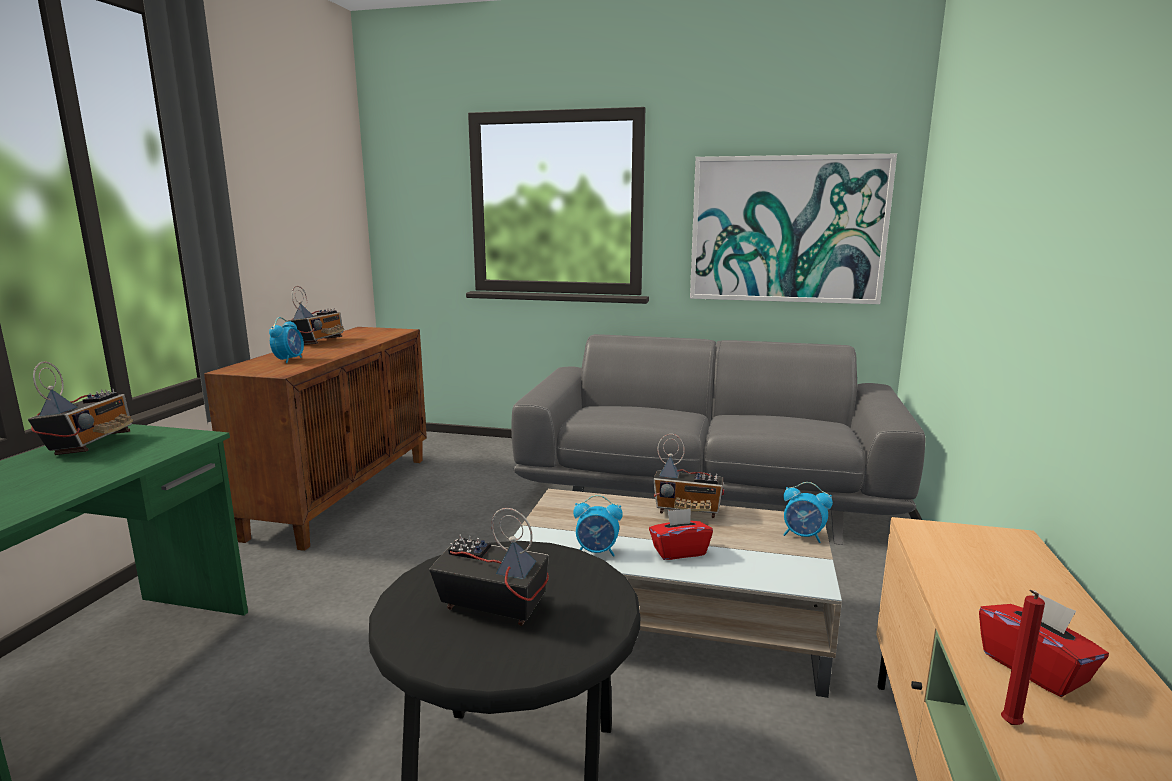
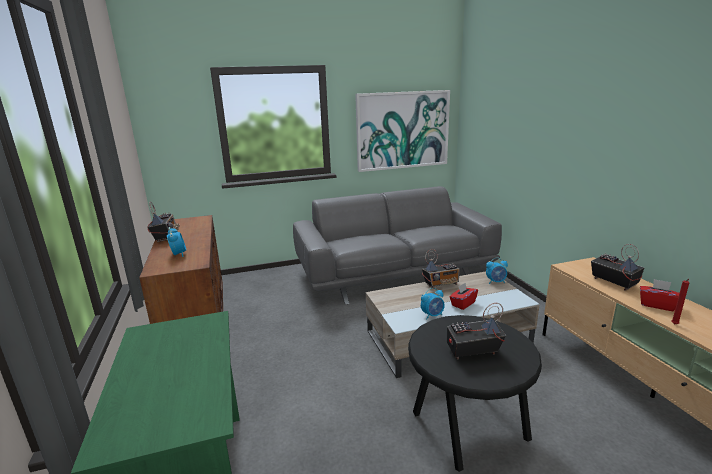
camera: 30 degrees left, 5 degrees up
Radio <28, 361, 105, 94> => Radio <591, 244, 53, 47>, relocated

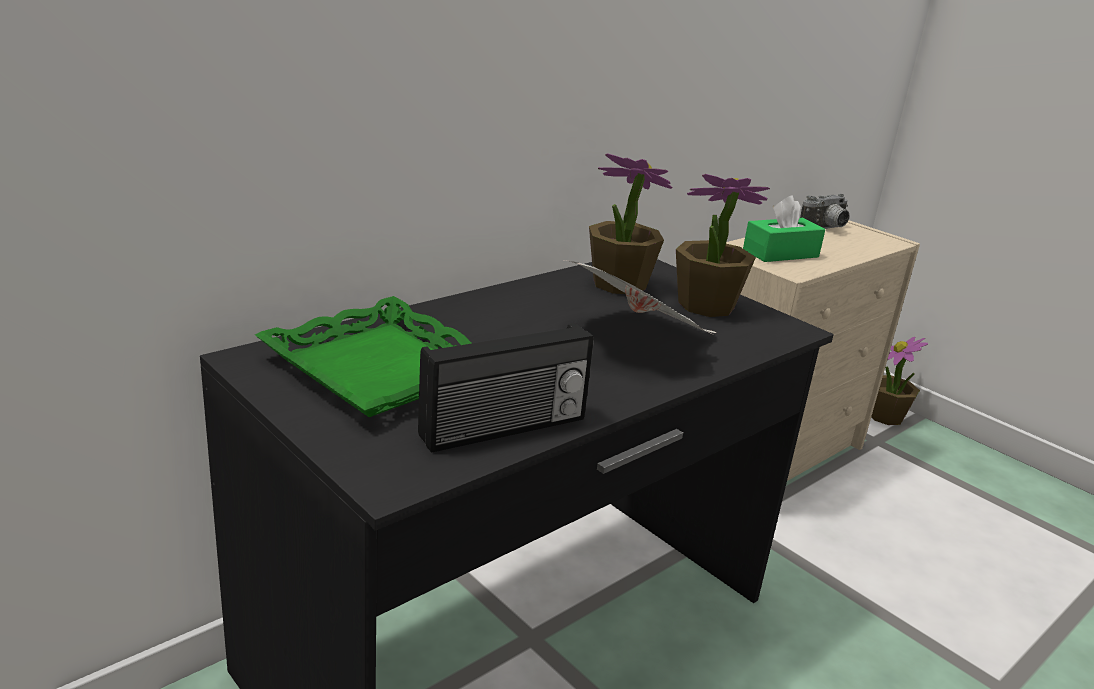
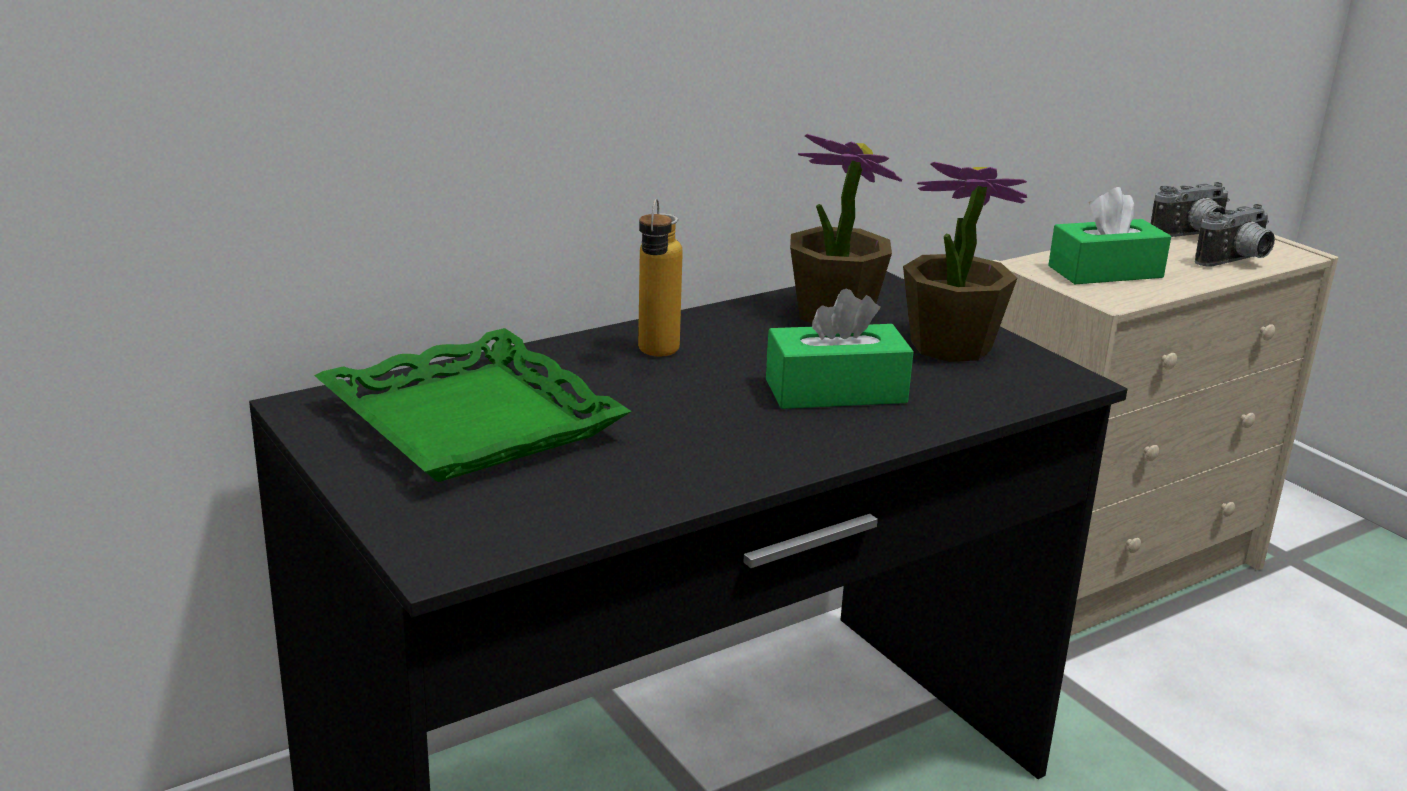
camera: 10 degrees right, 0 degrees up
nothing => Flasche <638, 199, 45, 158>
Zeitung <565, 260, 152, 74> => Taschentuchbox (grün) <766, 289, 148, 120>
nothing => Kamera <1195, 204, 80, 63>
Radio <418, 323, 176, 130> => nothing
Topfpflanze <871, 337, 57, 88> => nothing

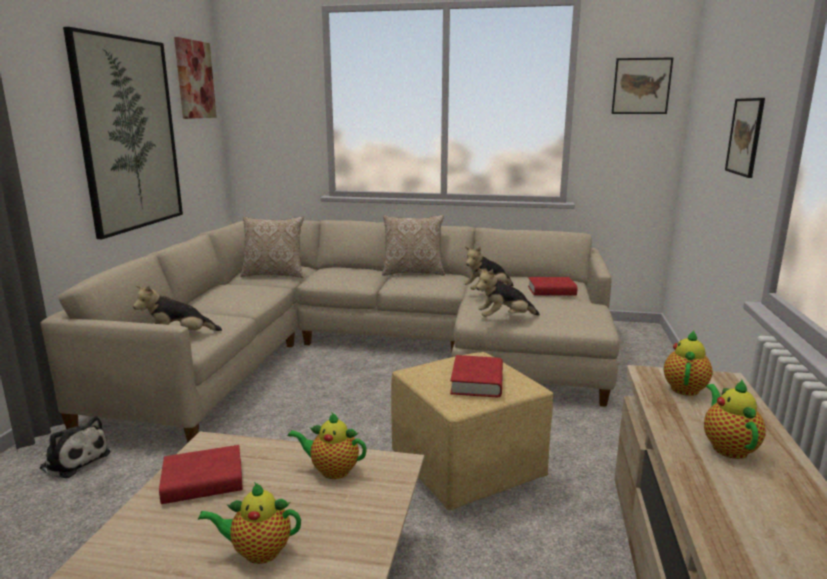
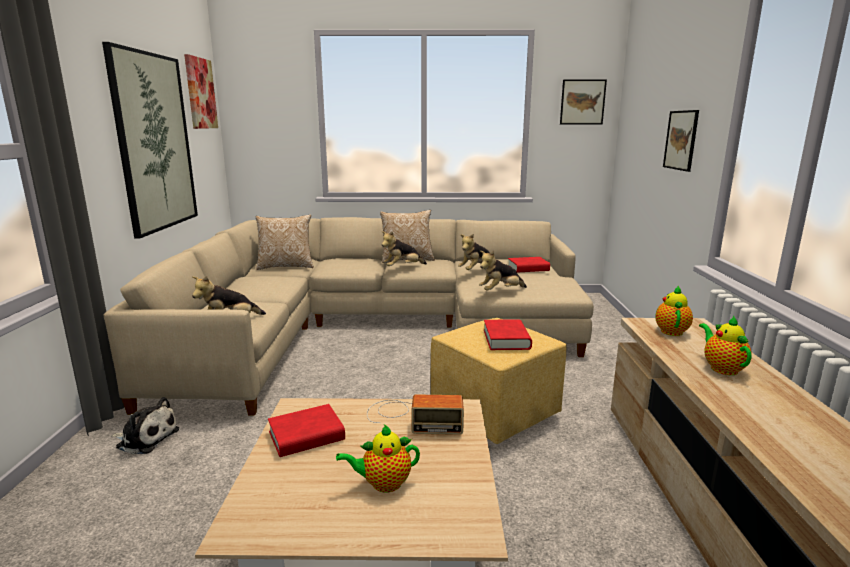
camera: 10 degrees left, 0 degrees up
Teekanne <288, 412, 79, 67> => Radio <367, 394, 97, 41>
nothing => Plüschtier <382, 231, 45, 35>

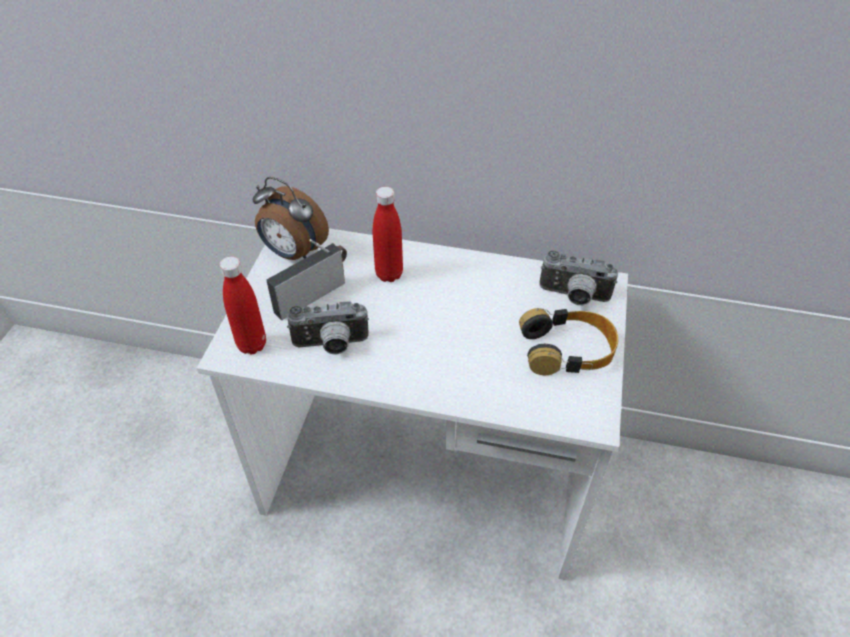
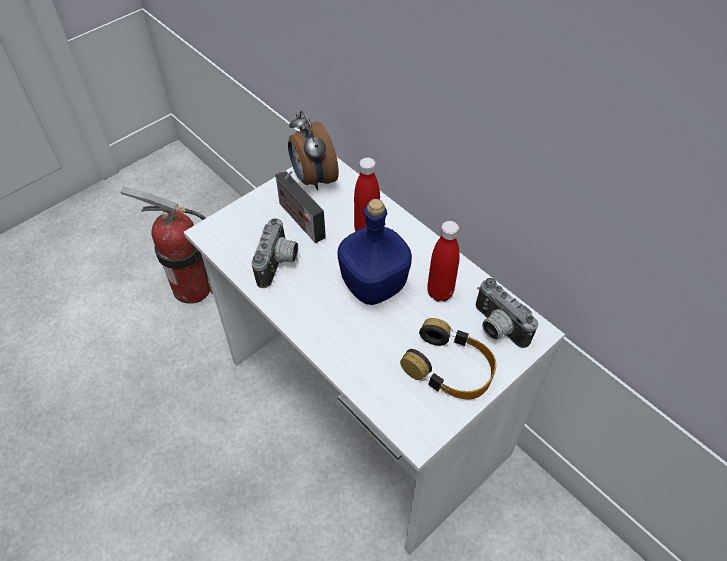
camera: 35 degrees right, 5 degrees up
nothing => Feuerlöscher <120, 187, 93, 117>
Kamera <287, 301, 82, 54> => Kamera <251, 218, 47, 70>, 105 degrees counterclockwise
Radio <266, 239, 81, 81> => Radio <275, 170, 51, 73>, 120 degrees counterclockwise
nothing => Flasche (blau) <337, 199, 75, 106>
Flasche (rot) <220, 256, 46, 98> => Flasche (rot) <427, 221, 33, 80>, relocated

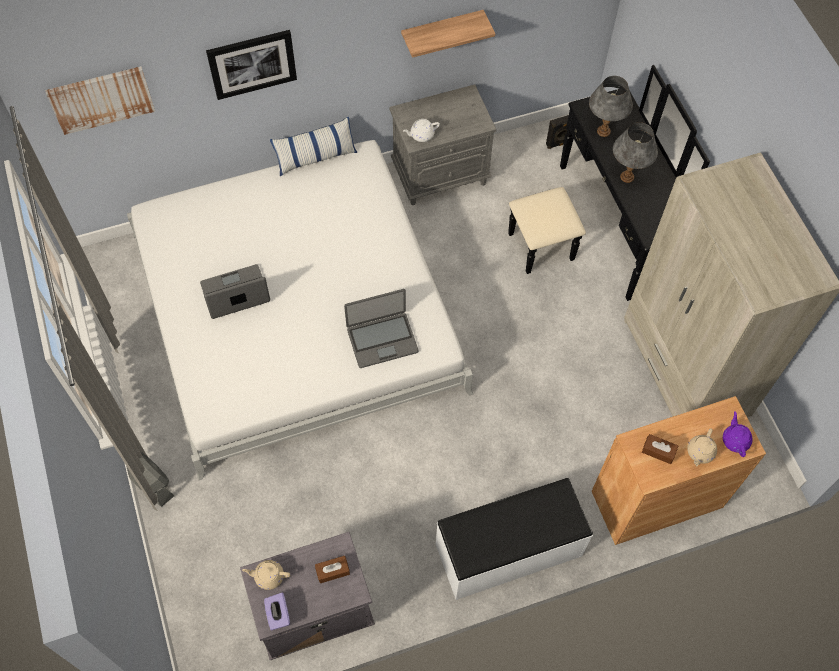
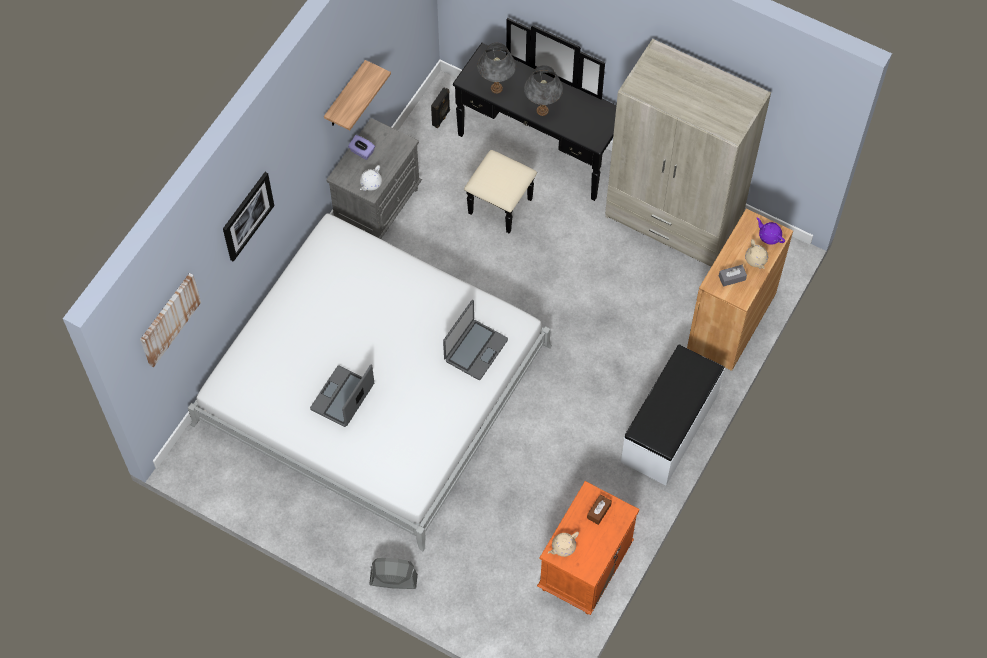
camera: 40 degrees left, 0 degrees up
Taschentuchbox (lila) <264, 593, 26, 37> => Taschentuchbox (lila) <348, 135, 27, 25>, relocated
Nachttisch (grau) <240, 532, 135, 128> => Nachttisch (orange) <537, 481, 102, 134>
Taschentuchbox (braun) <642, 434, 36, 30> => Taschentuchbox (grau) <719, 265, 28, 22>
Kissen <270, 117, 87, 59> => nothing

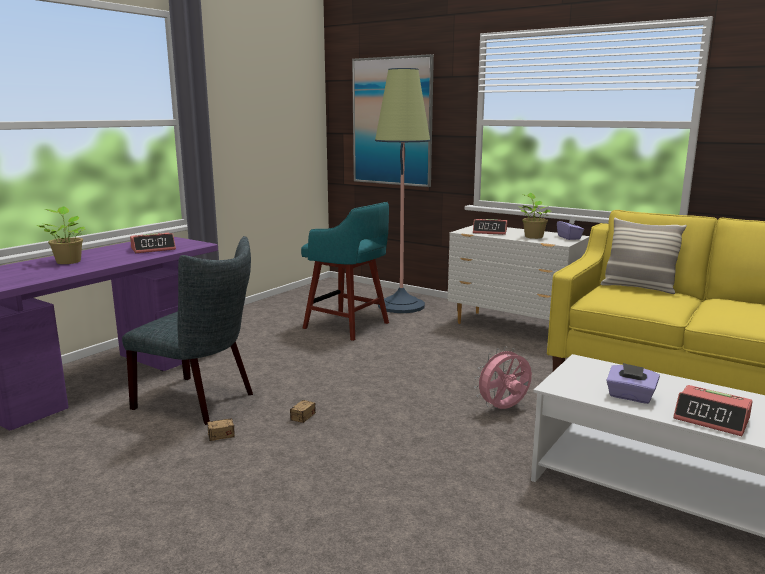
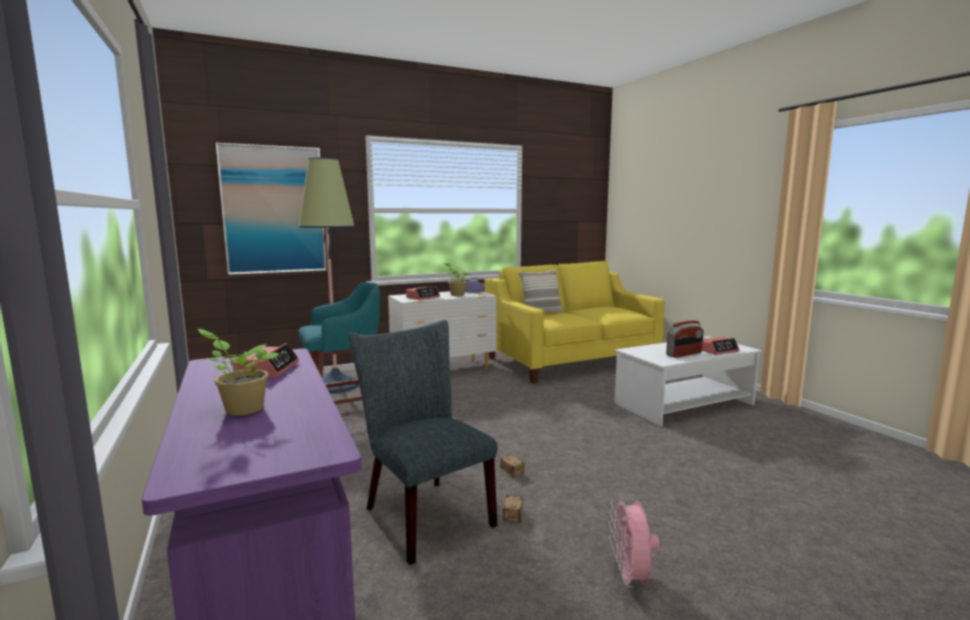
camera: 60 degrees left, 5 degrees down
Stuhl (grau) <122, 236, 131, 189> => Stuhl (grau) <349, 320, 148, 245>, 90 degrees counterclockwise
Ventilator (rosa) <474, 346, 58, 63> => Ventilator (rosa) <609, 494, 50, 97>, relocated
Taschentuchbox (lila) <606, 363, 54, 41> => Radio <666, 321, 37, 37>

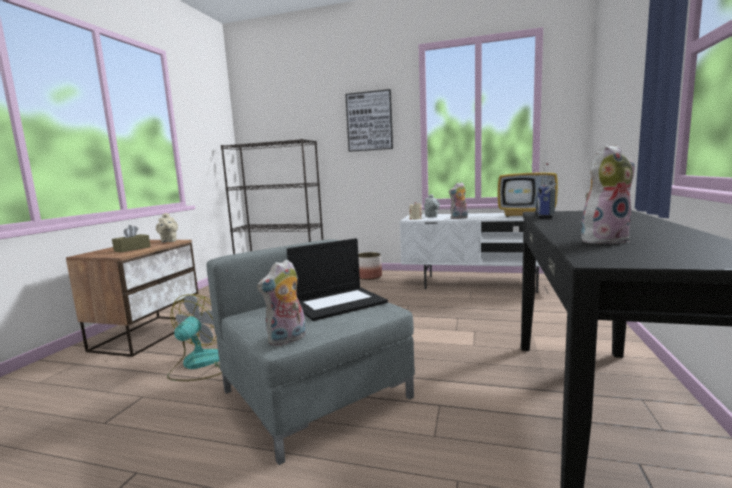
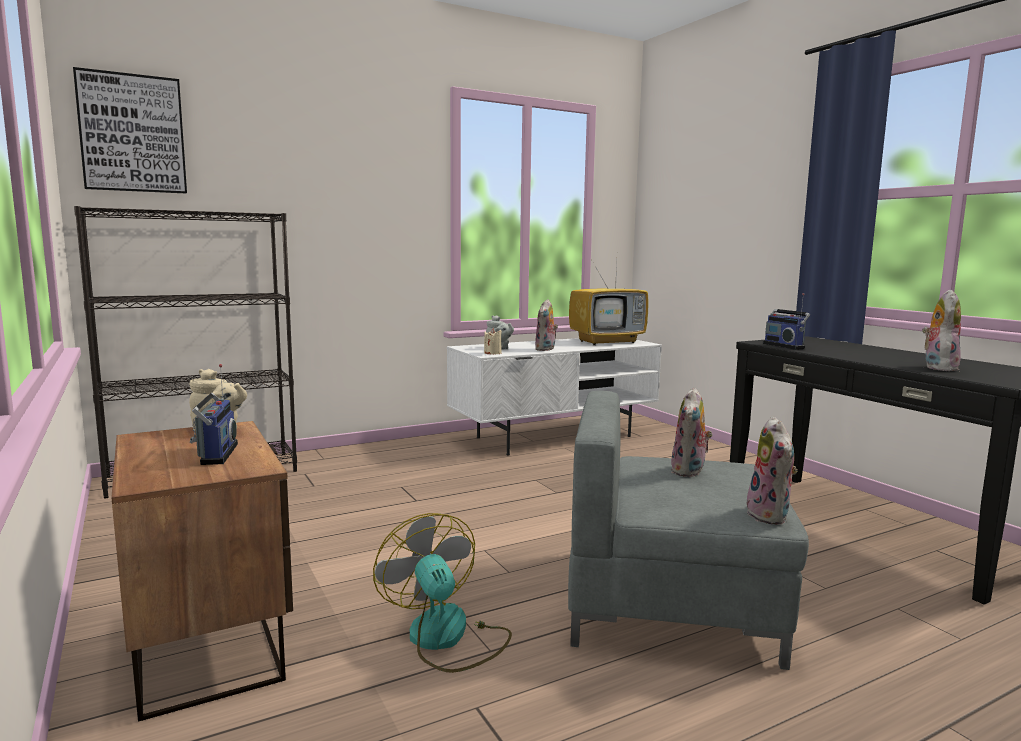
camera: 45 degrees left, 0 degrees up
Bild <345, 89, 48, 63> => Bild <73, 67, 114, 127>, relocated
Taschentuchbox (braun) <112, 225, 39, 28> => Radio <190, 364, 48, 101>
Laptop <287, 238, 101, 83> => Plüschtier <671, 387, 42, 90>
Pflanzkübel <358, 252, 24, 28> => nothing

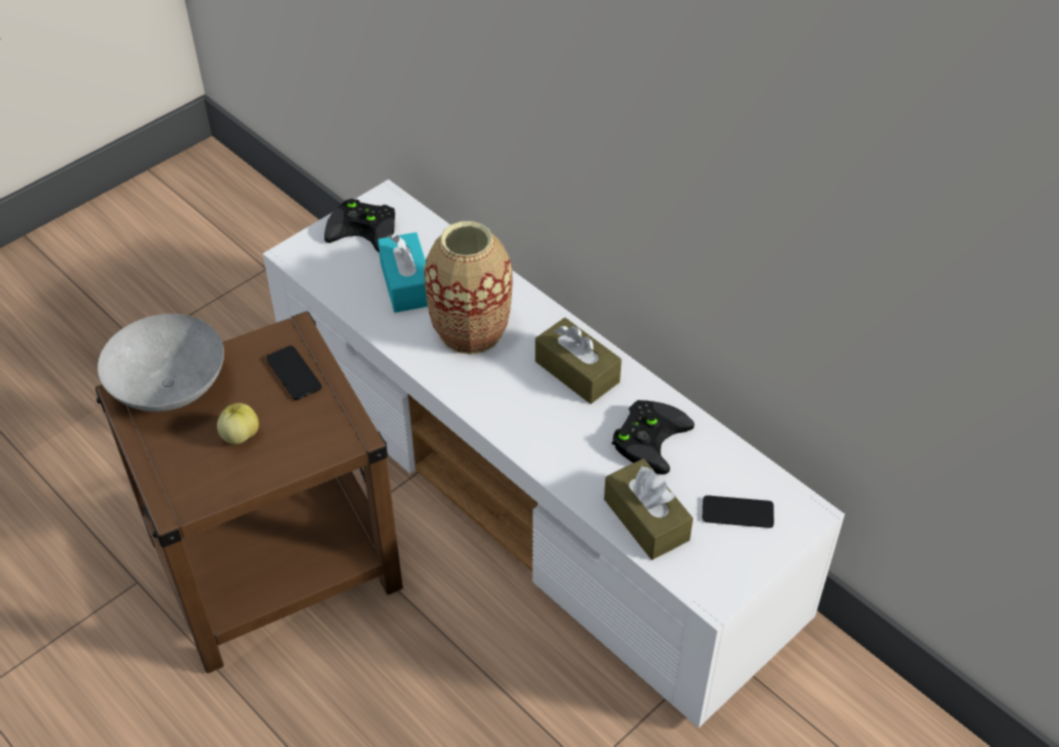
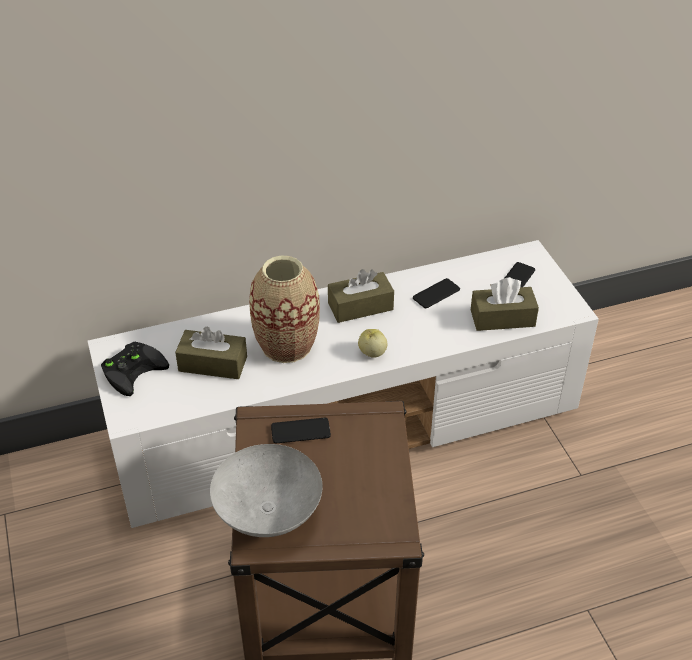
camera: 65 degrees left, 5 degrees down
Taschentuchbox (türkis) <378, 232, 50, 81> => Taschentuchbox (braun) <175, 326, 72, 53>
Apfel <217, 403, 42, 41> => Apfel <358, 329, 29, 29>, relocated
Gamepad (schwarz) <612, 400, 82, 75> => Handy <413, 278, 47, 31>

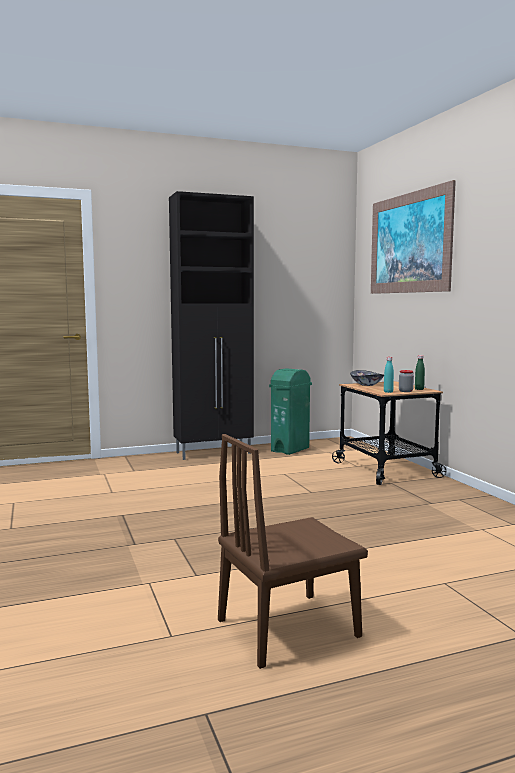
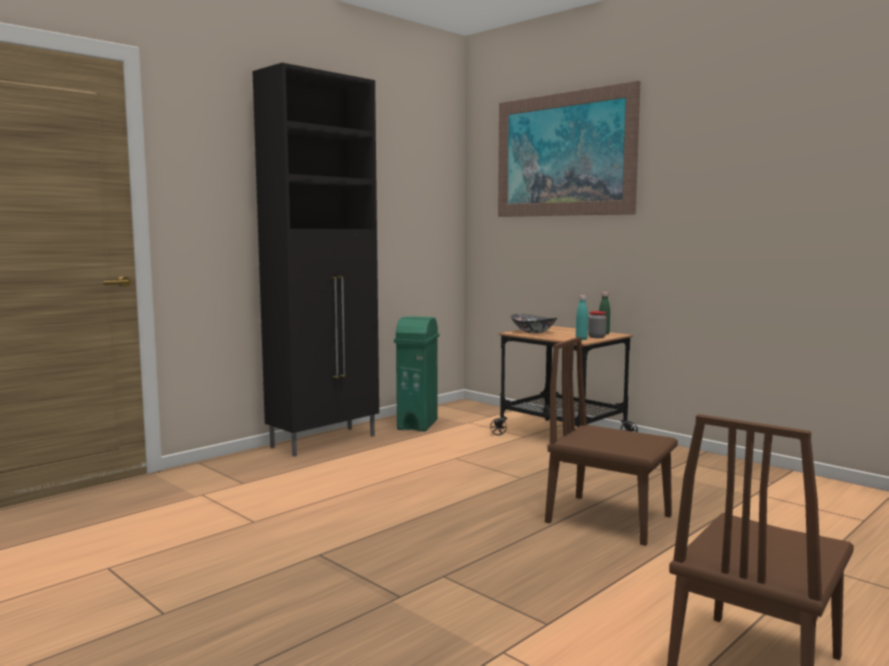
camera: 25 degrees left, 0 degrees up
nothing => Stuhl (braun) <545, 337, 133, 209>

